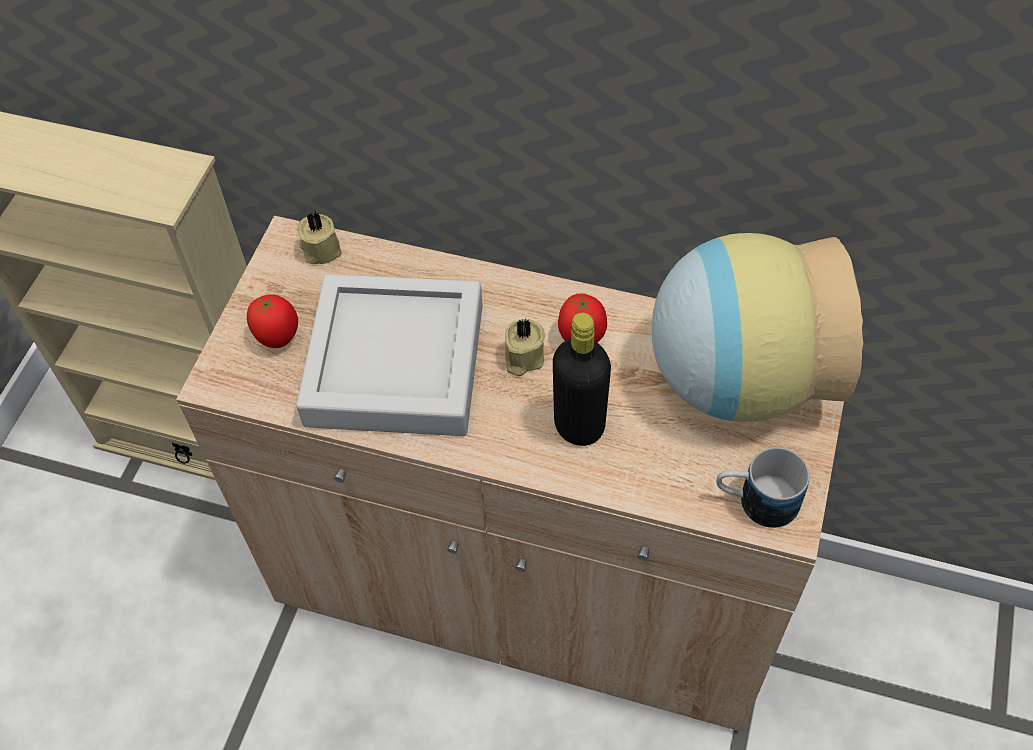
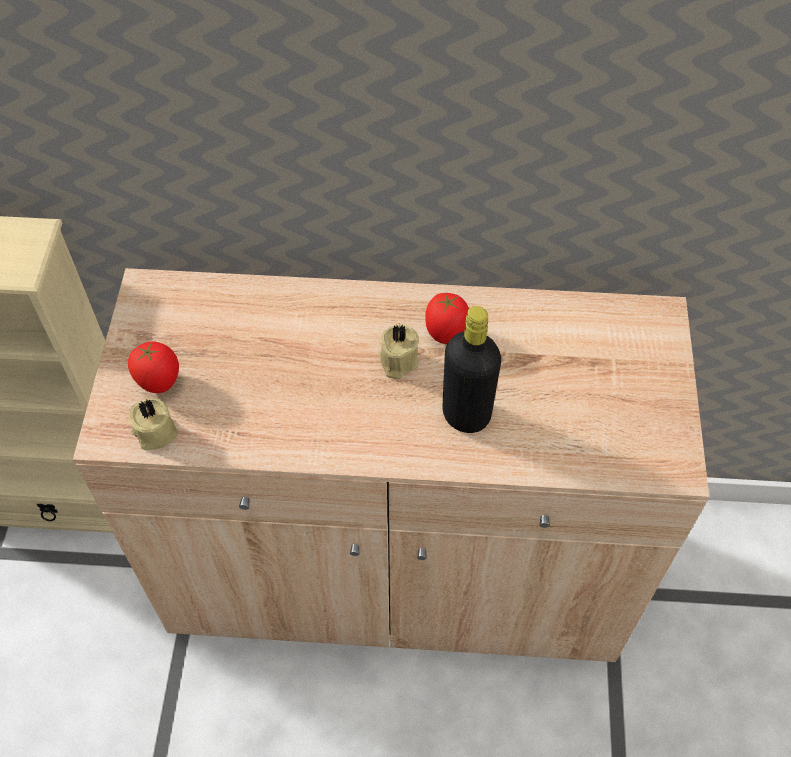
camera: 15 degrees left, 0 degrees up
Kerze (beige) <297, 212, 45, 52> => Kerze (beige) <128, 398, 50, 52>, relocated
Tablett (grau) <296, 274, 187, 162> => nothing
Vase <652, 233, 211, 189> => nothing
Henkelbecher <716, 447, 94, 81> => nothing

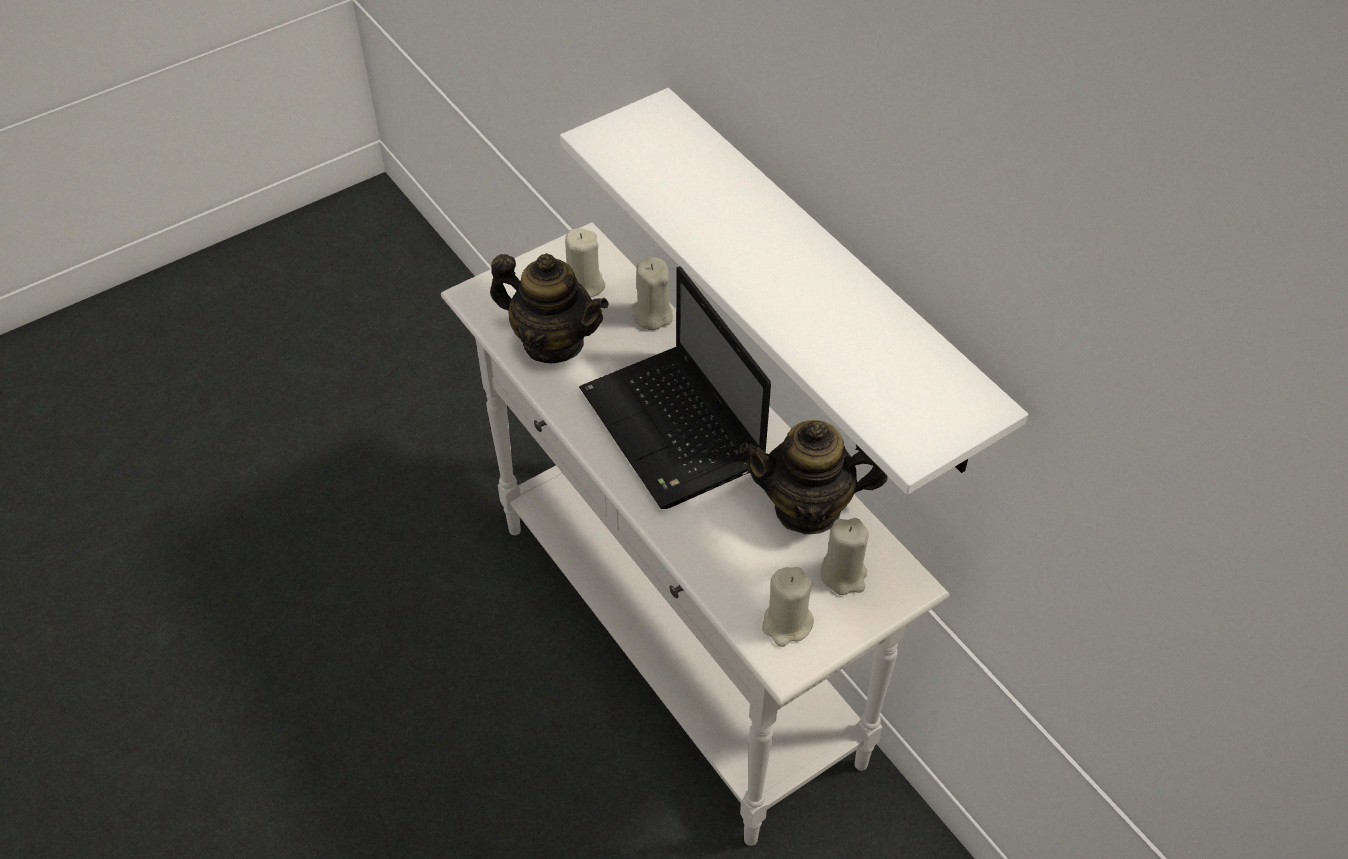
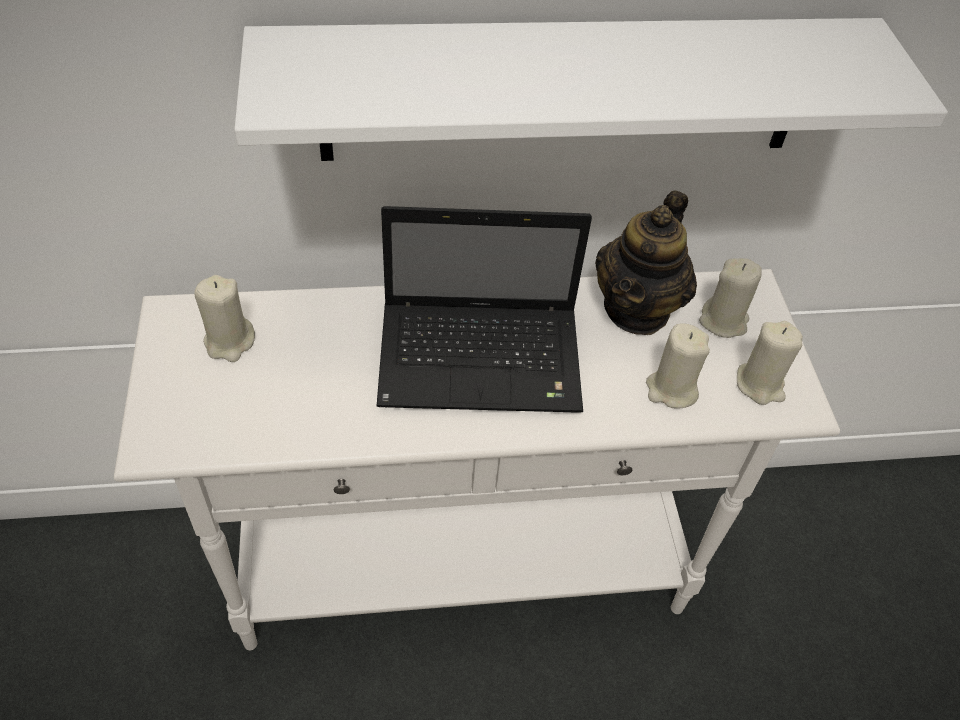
camera: 65 degrees left, 0 degrees up
Kerze (beige) <632, 257, 41, 73> => Kerze (beige) <646, 324, 64, 85>, relocated
Teekanne <490, 253, 119, 110> => nothing

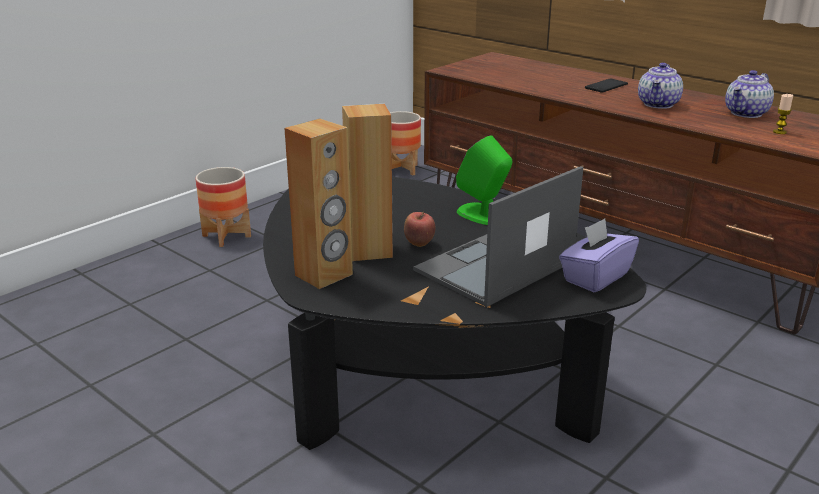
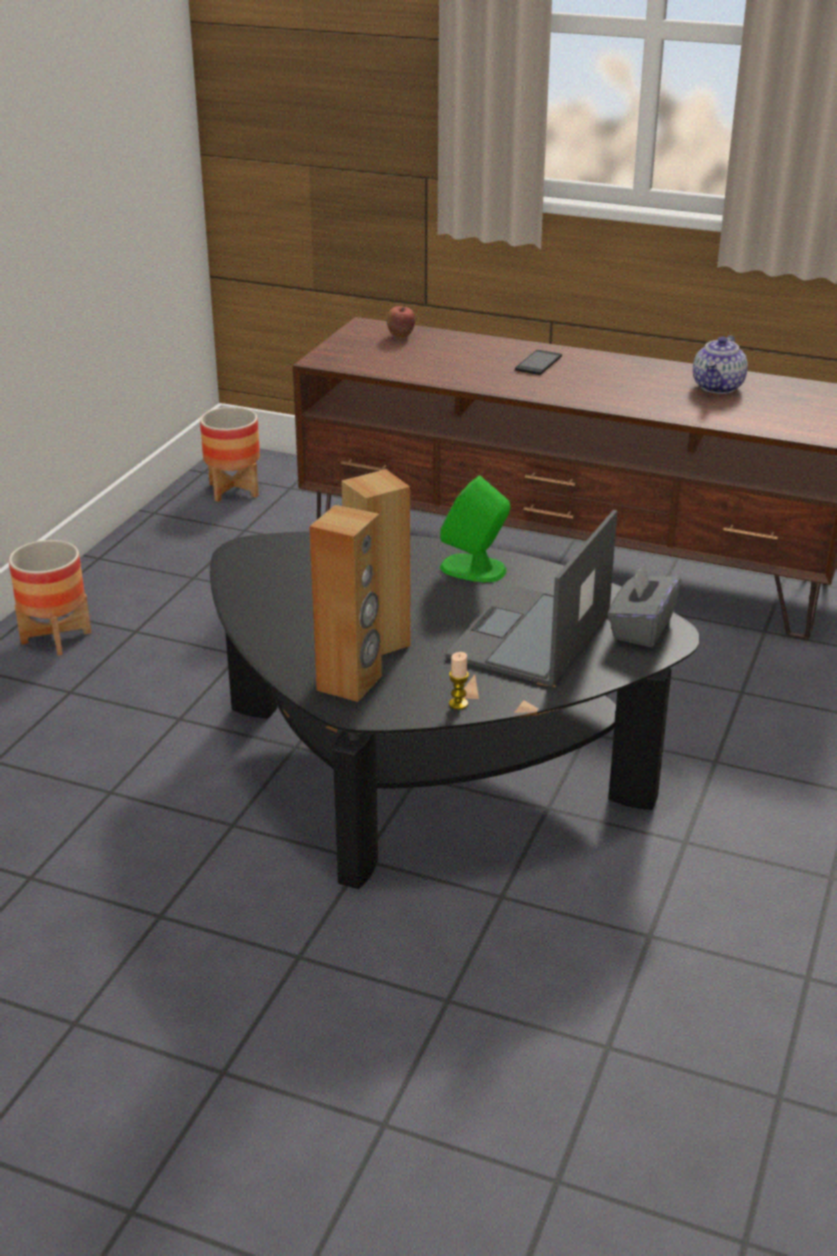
camera: 20 degrees left, 5 degrees up
Apfel <404, 212, 31, 35> => Apfel <387, 305, 28, 33>, relocated
Kerze <773, 94, 20, 40> => Kerze <449, 652, 20, 58>, relocated
Taschentuchbox (lila) <559, 218, 80, 74> => Taschentuchbox (grau) <608, 563, 73, 84>
Teekanne <638, 62, 45, 47> => nothing

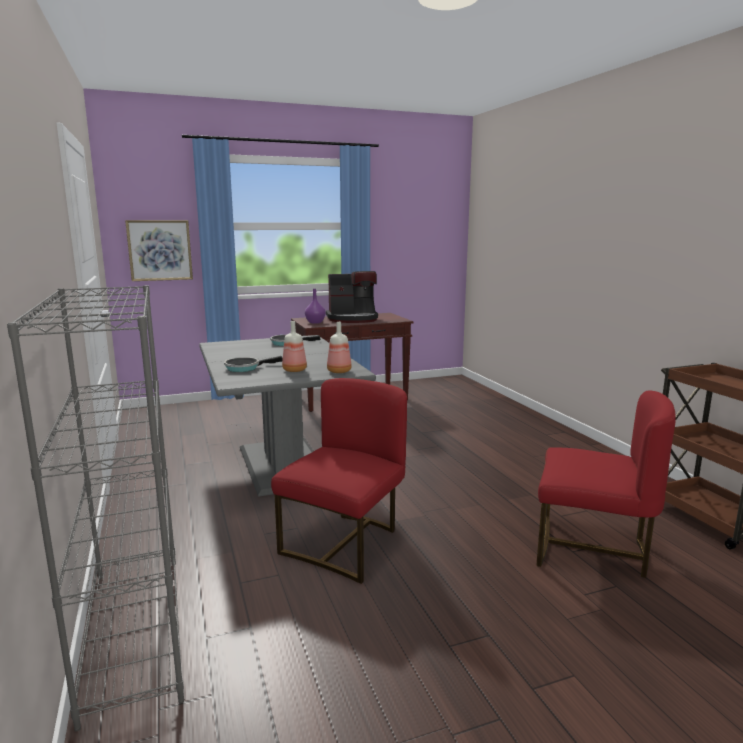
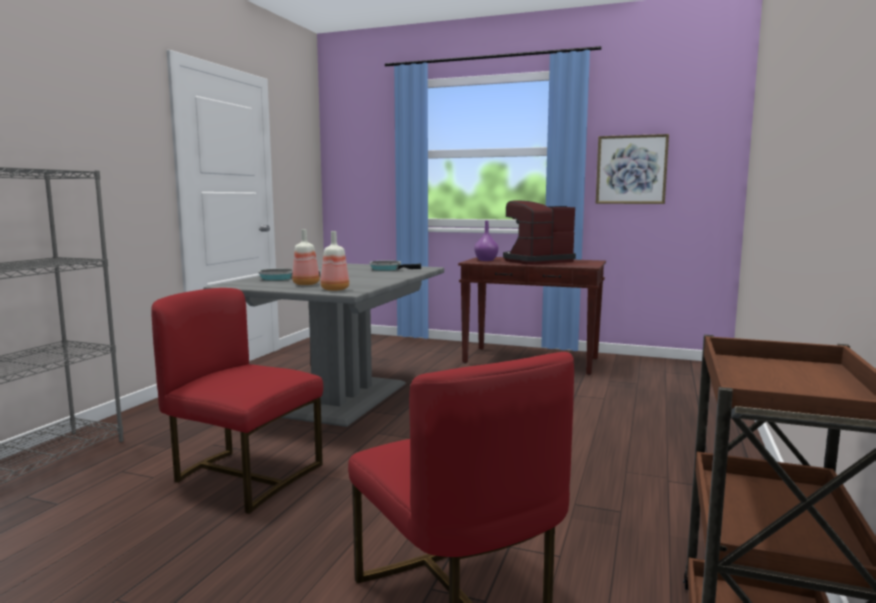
camera: 40 degrees right, 5 degrees down
Stuhl (rot) <271, 378, 136, 206> => Stuhl (rot) <152, 288, 171, 226>, 135 degrees counterclockwise
Kaffeemaschine <326, 271, 52, 52> => Kaffeemaschine <503, 200, 73, 65>, 120 degrees clockwise
Bild <125, 220, 68, 61> => Bild <596, 134, 73, 70>, relocated

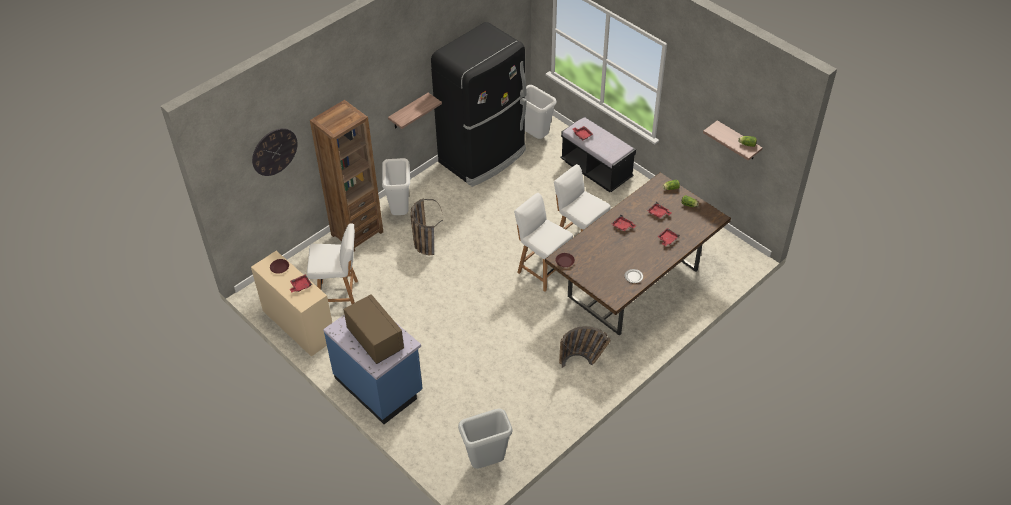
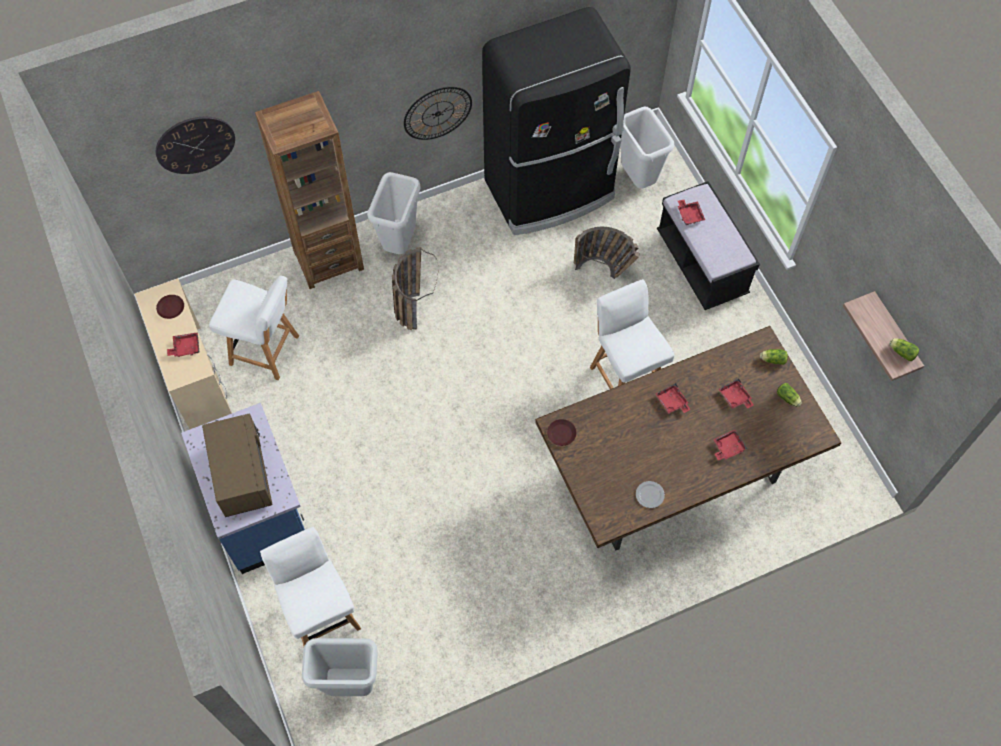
camera: 20 degrees right, 15 degrees up
Stuhl (weiß) <514, 193, 59, 99> => Stuhl (weiß) <260, 527, 101, 119>, relocated
Wandregal <388, 93, 54, 36> => Wanduhr <404, 87, 68, 53>
Korb <559, 326, 52, 42> => Korb <574, 227, 65, 52>, relocated

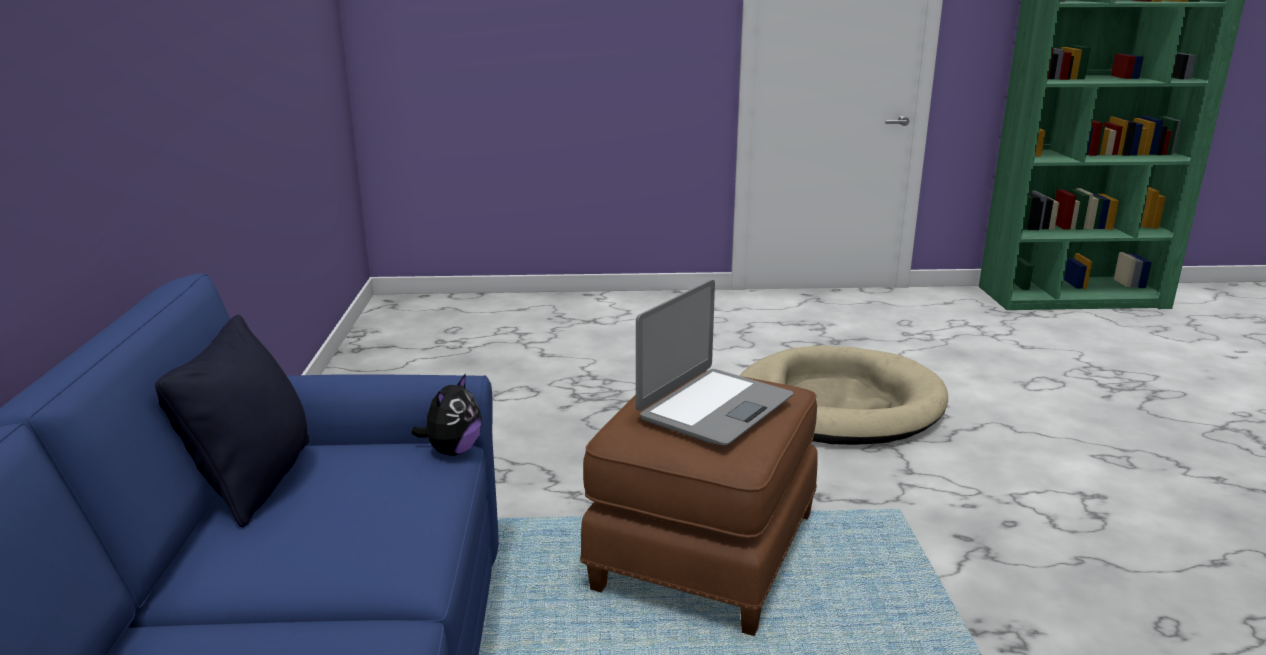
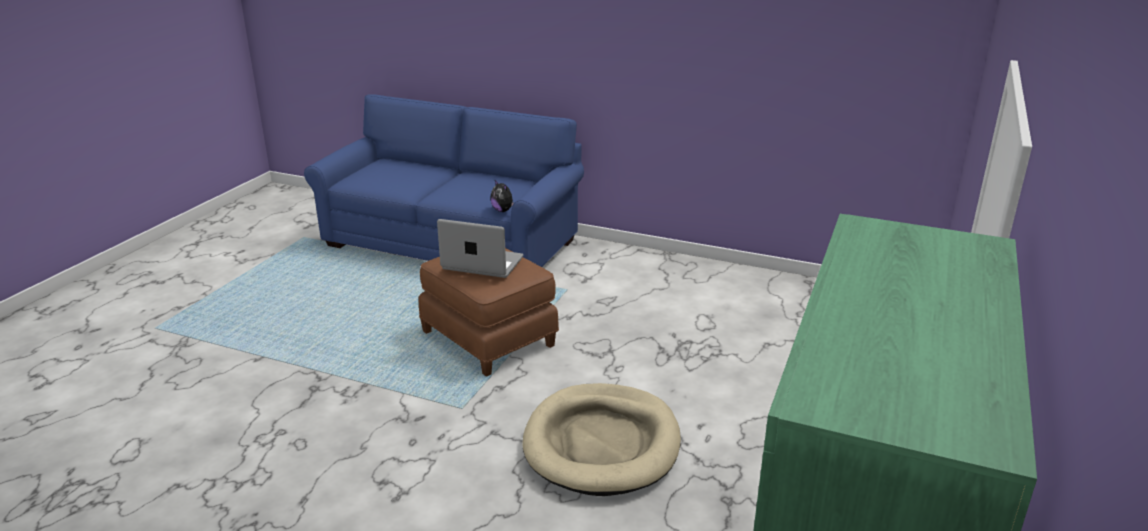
camera: 115 degrees right, 5 degrees up
Laptop <636, 280, 158, 165> => Laptop <437, 219, 86, 59>, 135 degrees clockwise
Kissen (schwarz) <155, 315, 154, 213> => nothing

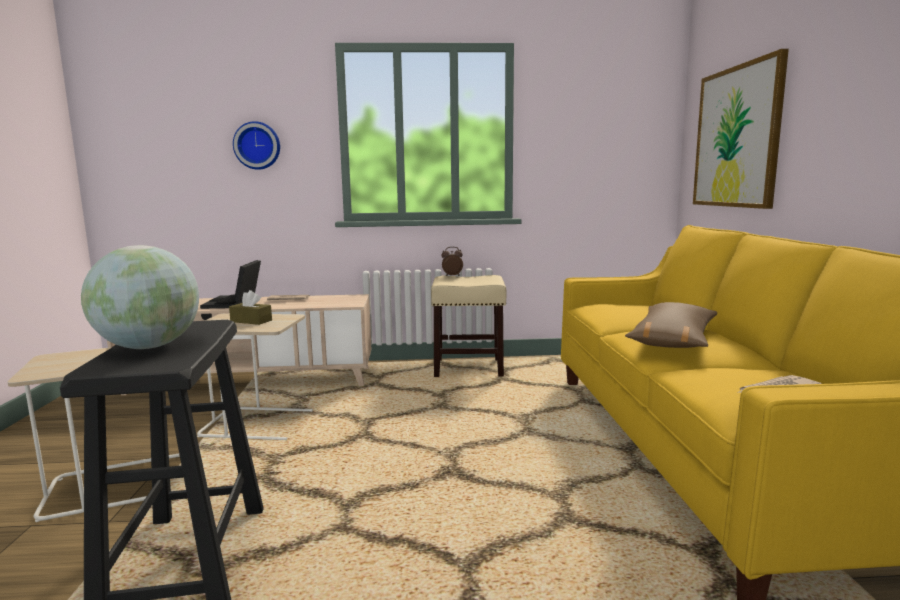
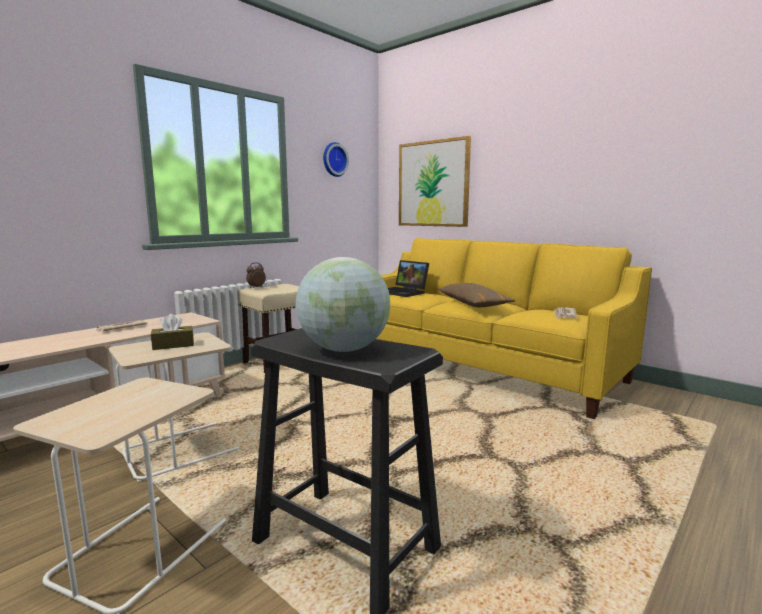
camera: 45 degrees left, 0 degrees up
Wanduhr <233, 121, 47, 49> => Wanduhr <323, 142, 26, 35>, relocated
Laptop <200, 260, 61, 49> => Laptop <388, 260, 41, 37>, relocated

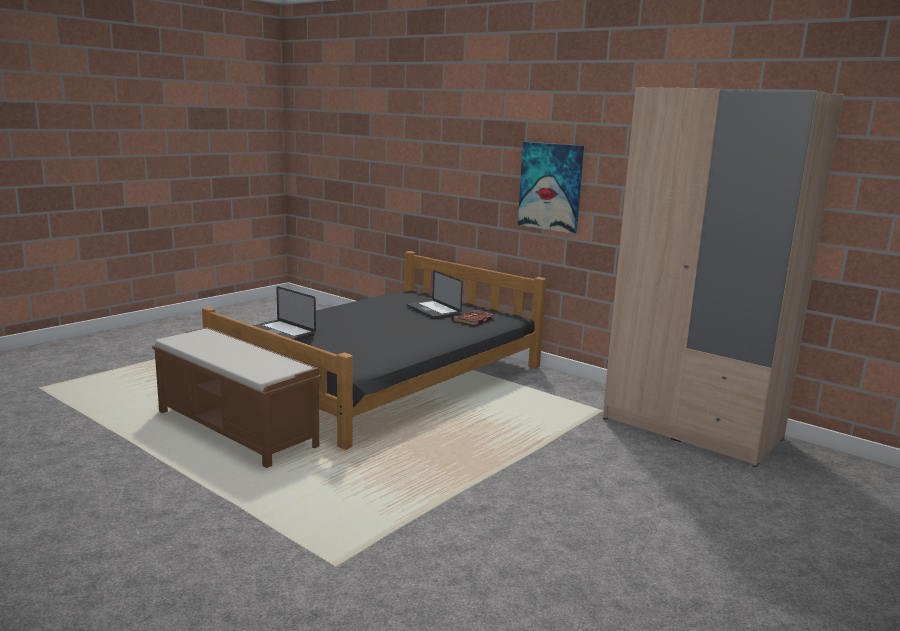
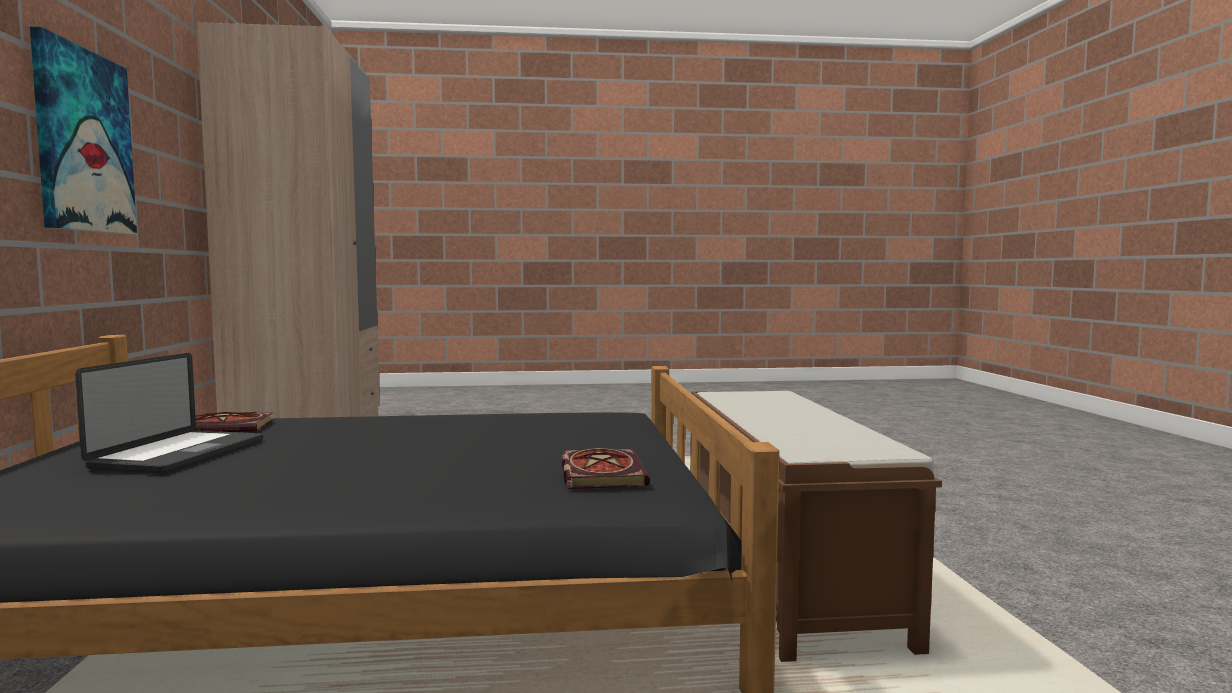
camera: 135 degrees left, 10 degrees down
Laptop <255, 286, 61, 54> => Buch <561, 448, 89, 41>

